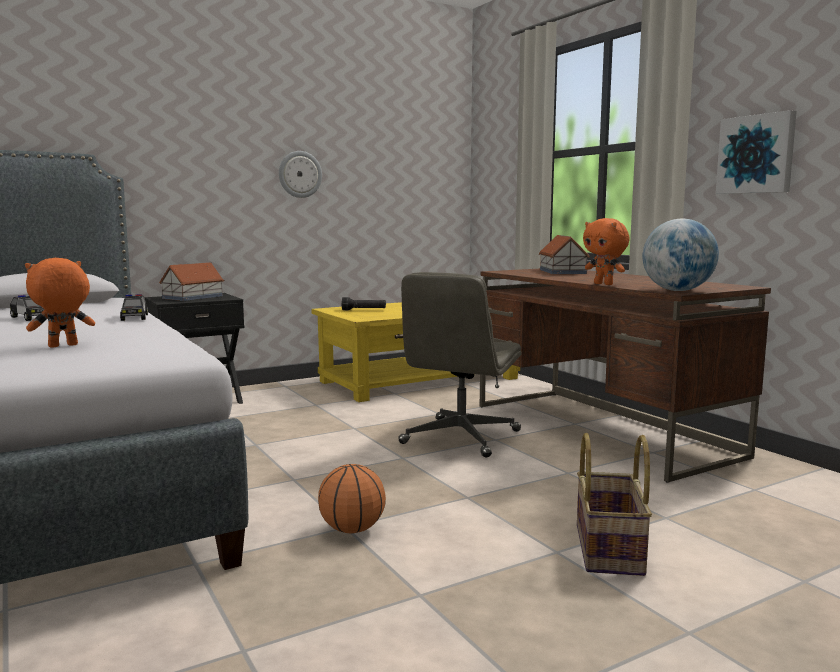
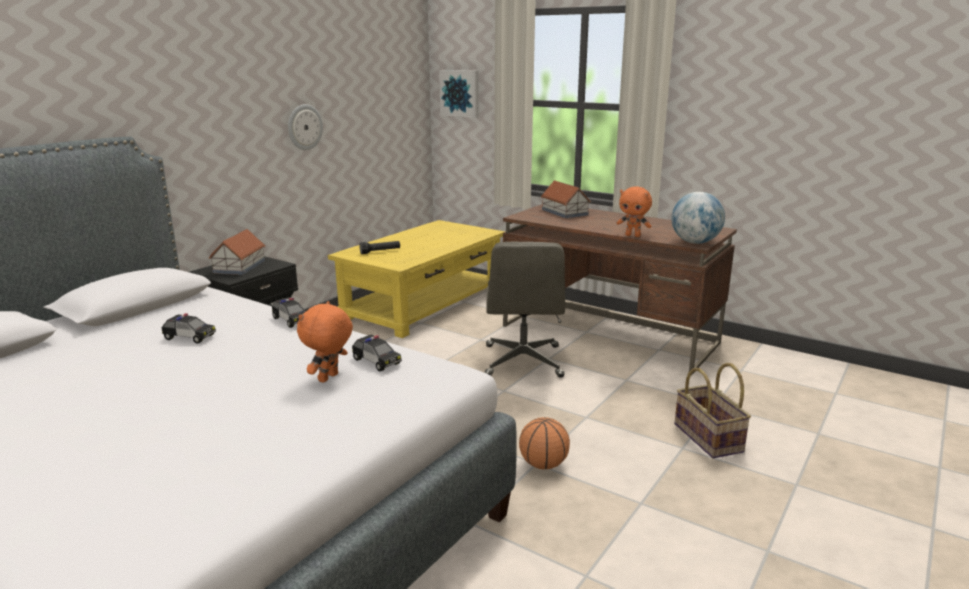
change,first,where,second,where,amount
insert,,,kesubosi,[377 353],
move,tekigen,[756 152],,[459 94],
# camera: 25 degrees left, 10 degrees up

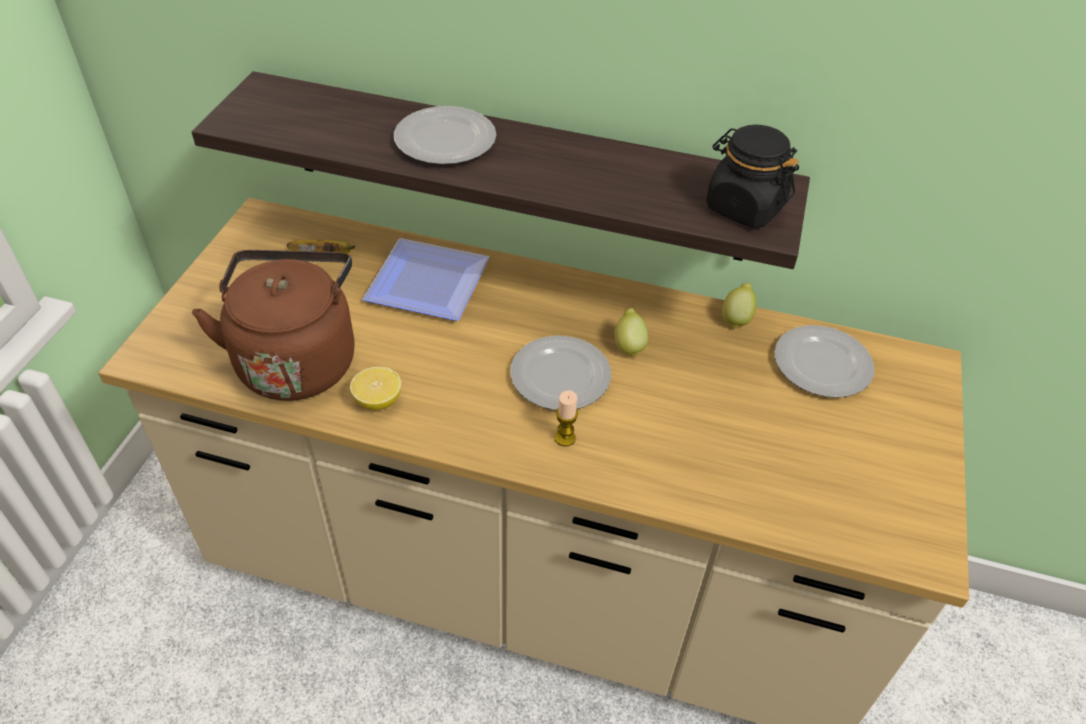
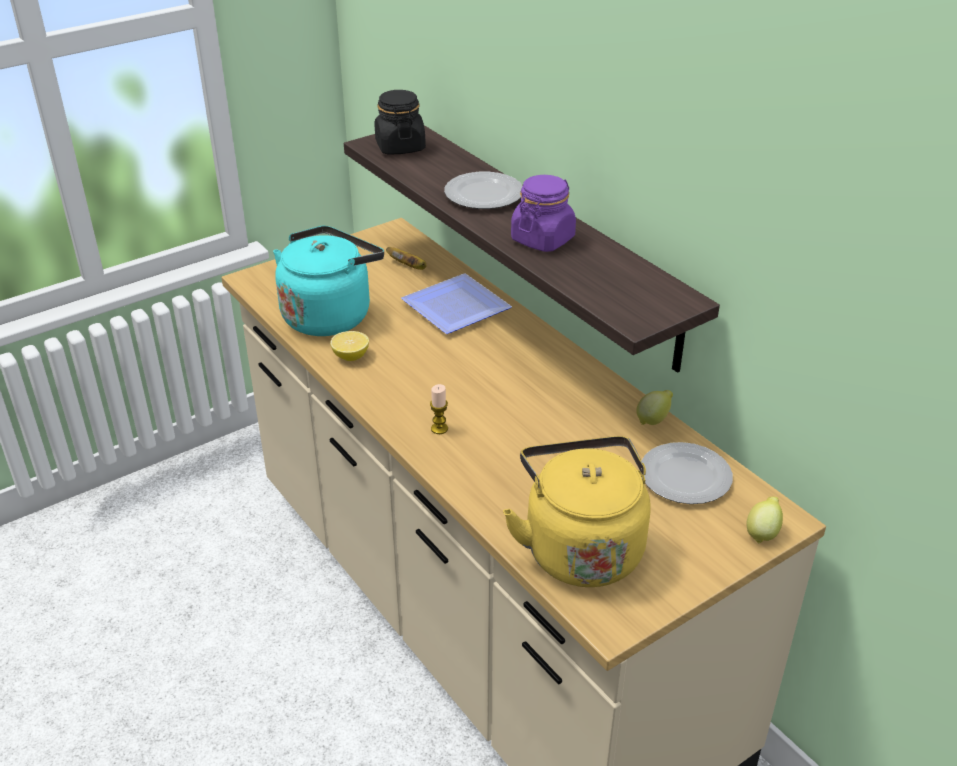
change,first,where,second,where,amount
recolor,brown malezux,[273 325],turquoise malezux,[328 281],
move,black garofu,[752 176],,[400 122],
insert,,,yellow malezux,[577 511],
insert,,,purple garofu,[543 213],
move,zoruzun,[631 333],,[764 520],
delete,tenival,[560 372],,,
# camera: 40 degrees right, 10 degrees down

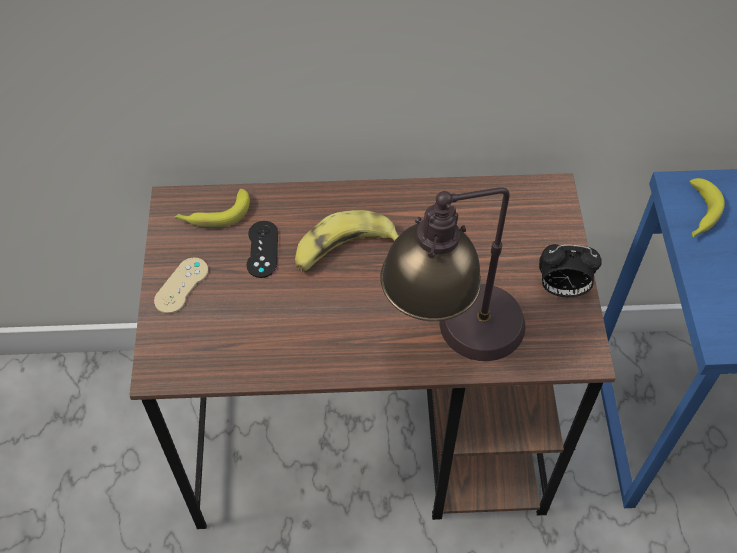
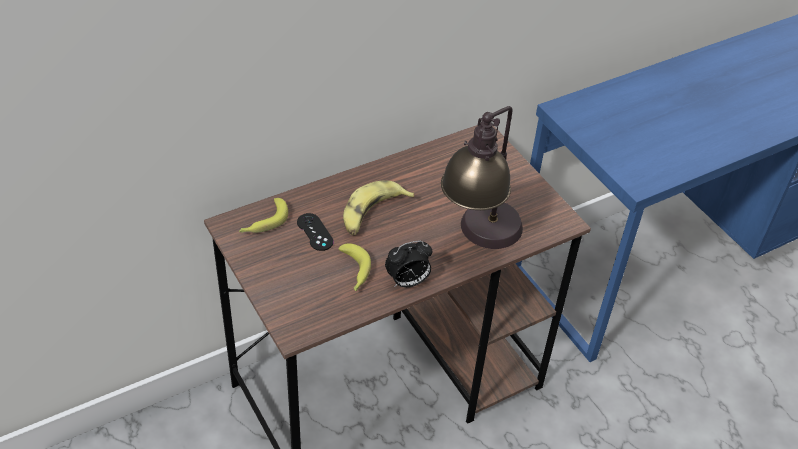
change,first,where,second,where,amount
move,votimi,[707 207],,[354 267],
move,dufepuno,[570 270],,[408 264],
delete,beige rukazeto,[181 286],,,
# camera: 30 degrees left, 10 degrees down

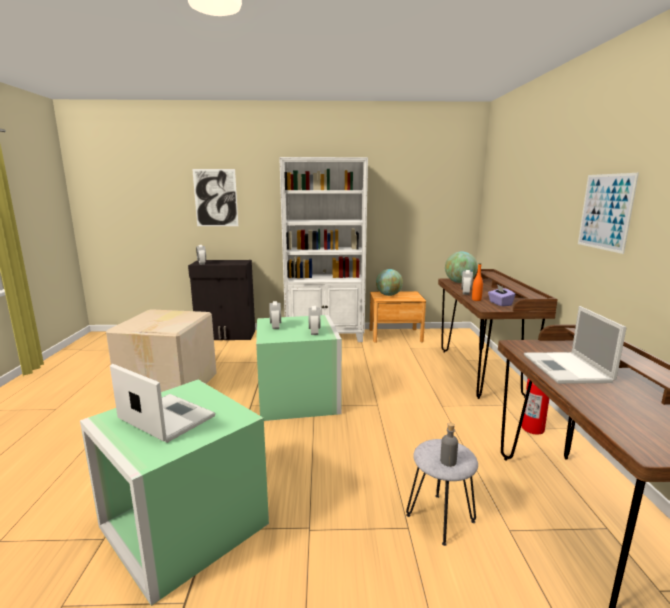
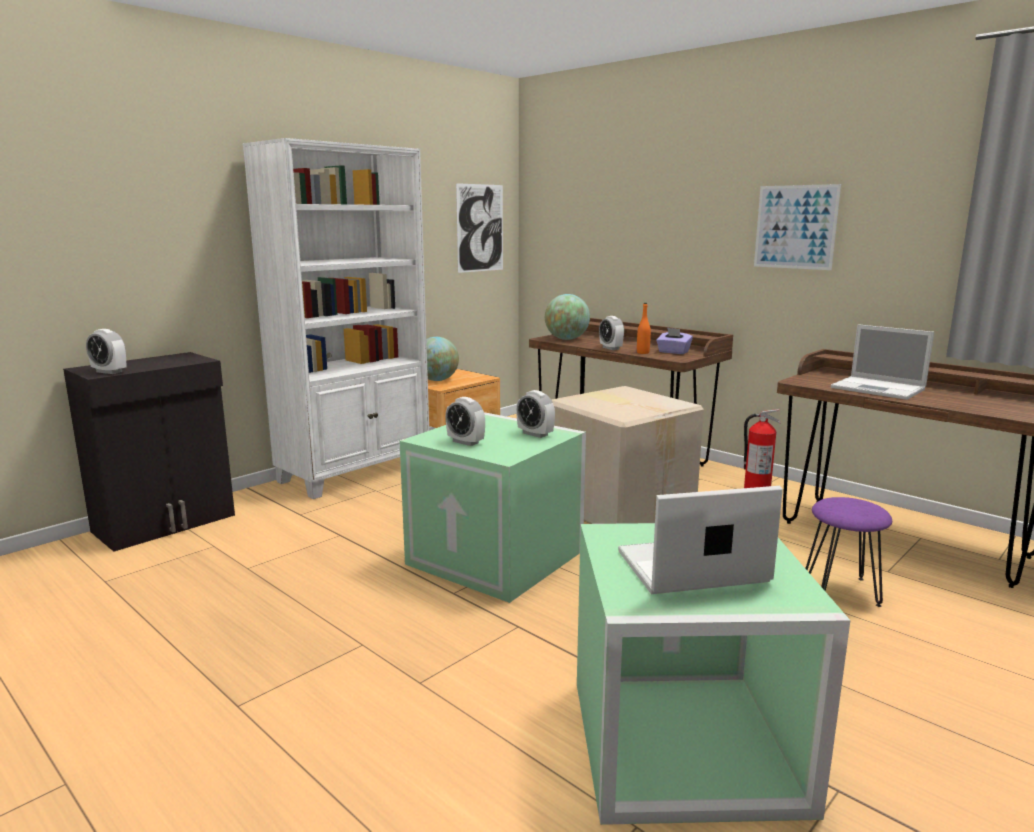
change,first,where,second,where,amount
move,tekigen,[215 197],,[479 228],
move,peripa,[161 350],,[628 455],
recolor,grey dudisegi,[442 492],purple dudisegi,[848 552],
delete,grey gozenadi,[449 445],,,
# camera: 45 degrees left, 0 degrees up

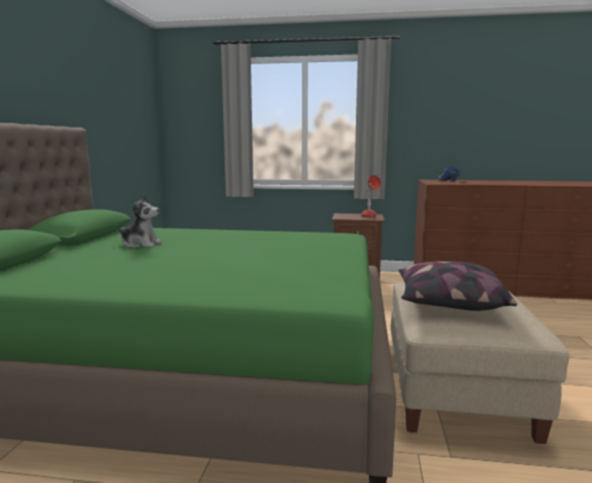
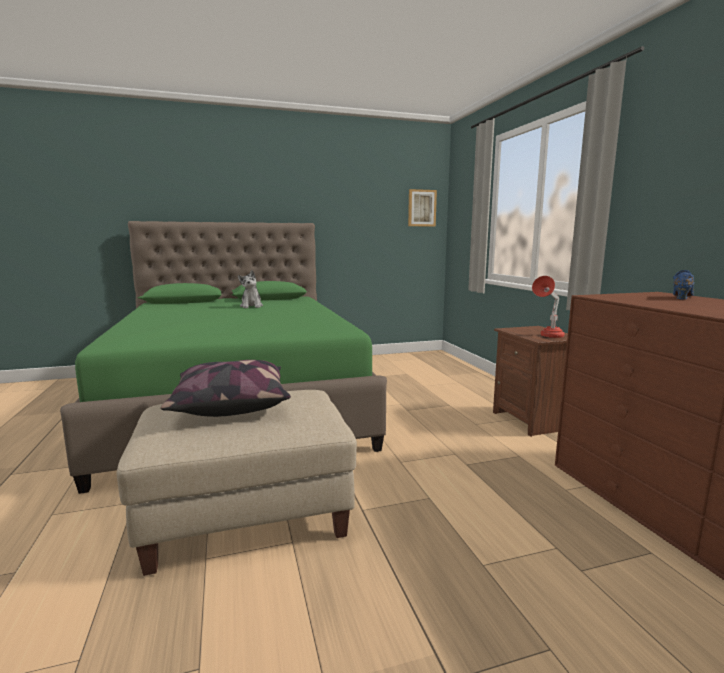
change,first,where,second,where,amount
insert,,,tekigen,[422 208],
# camera: 65 degrees right, 0 degrees up

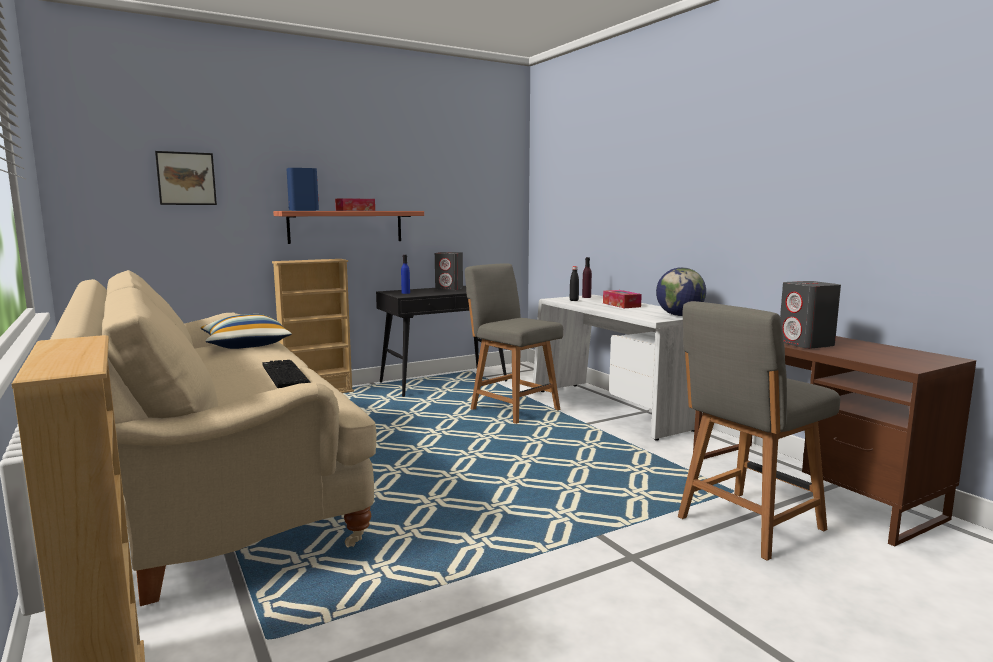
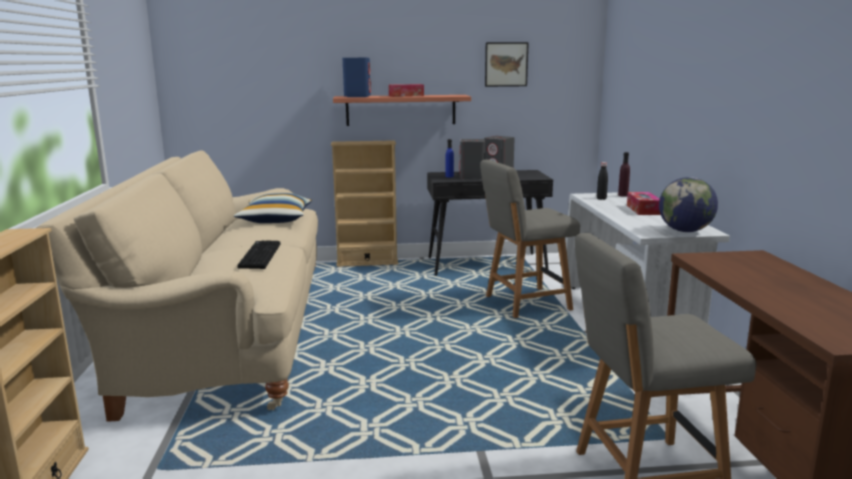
change,first,where,second,where,amount
move,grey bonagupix,[810 315],,[472 159],
rotate,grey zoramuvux,[514 343],,[530 239],90 degrees counterclockwise
move,tekigen,[186 178],,[507 64],
# camera: 25 degrees right, 5 degrees up

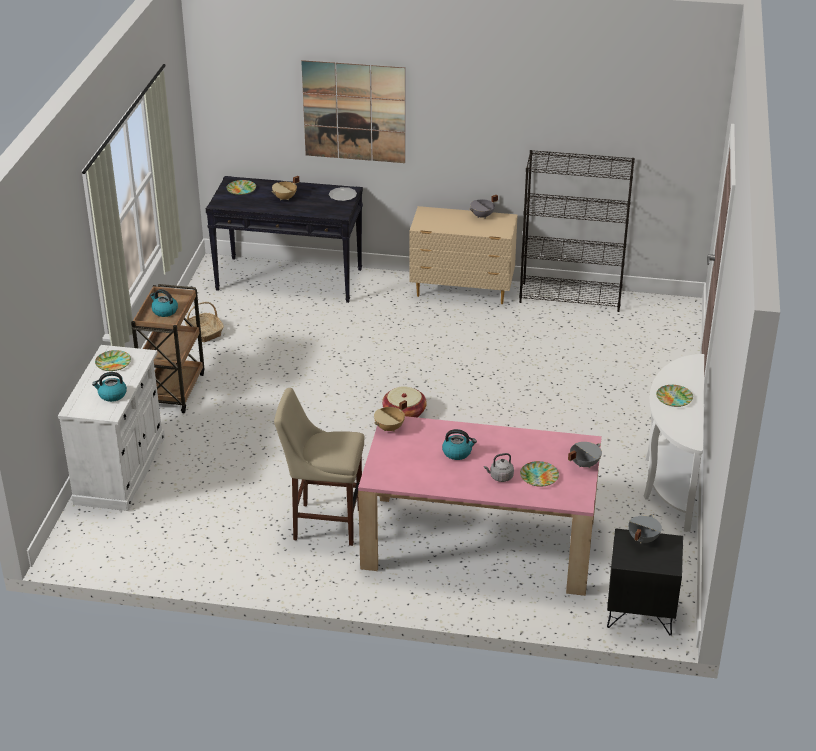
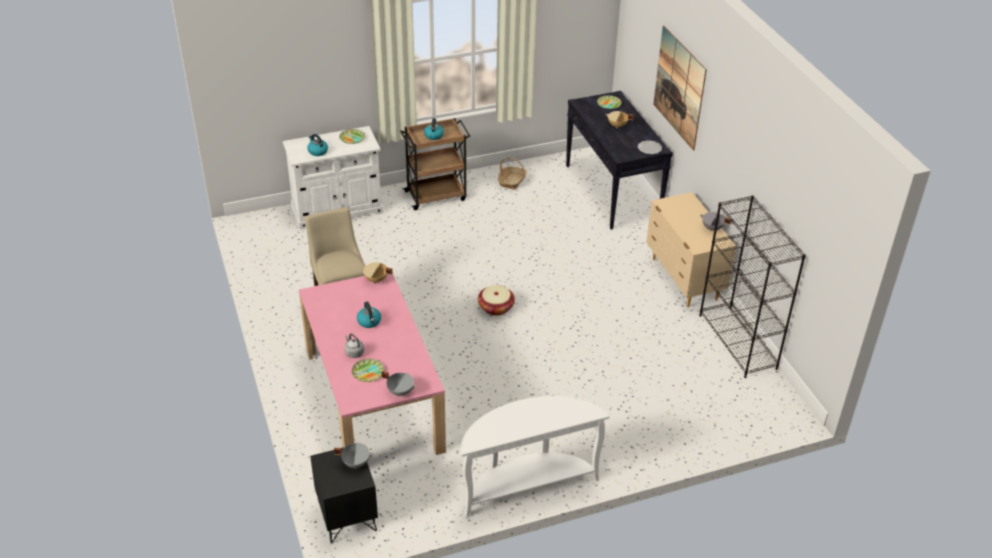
change,first,where,second,where,amount
delete,tenival,[674 396],,,
# camera: 60 degrees right, 5 degrees up

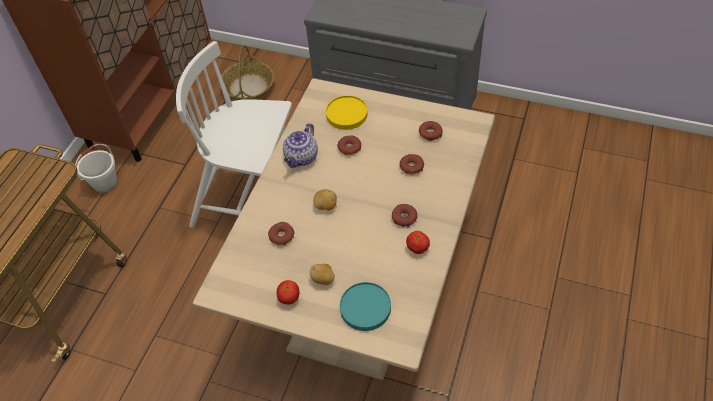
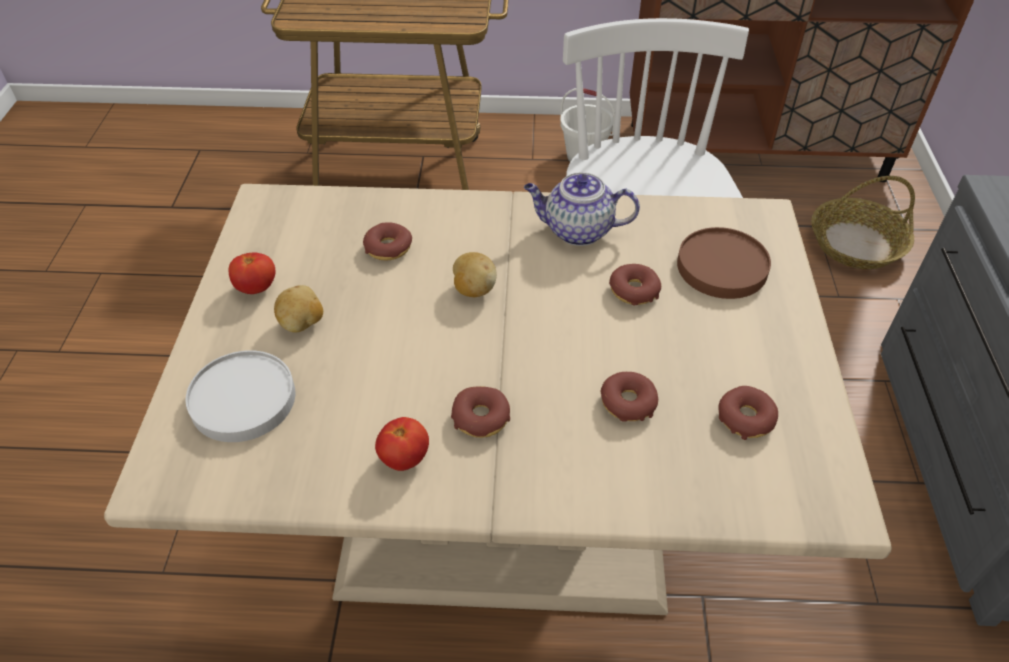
change,first,where,second,where,amount
recolor,turquoise tenival,[365 306],white tenival,[240 396],
recolor,yellow tenival,[347 112],brown tenival,[724 263],
# camera: 70 degrees right, 5 degrees down

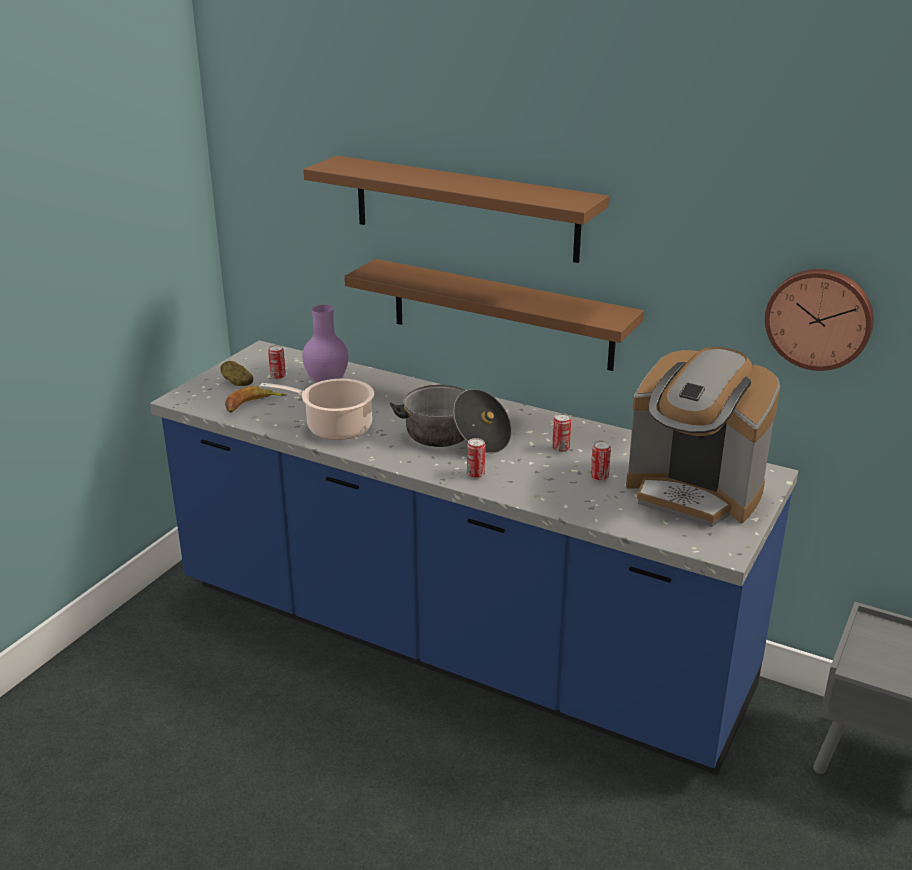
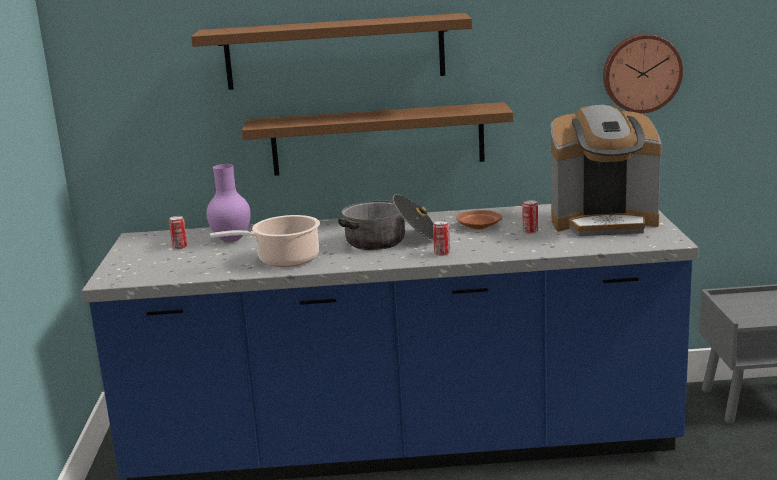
change,first,where,second,where,amount
replace,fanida,[561 432],brown tenival,[479 219],
delete,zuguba,[236 373],,,
delete,votimi,[256 399],,,
# camera: 30 degrees left, 10 degrees down

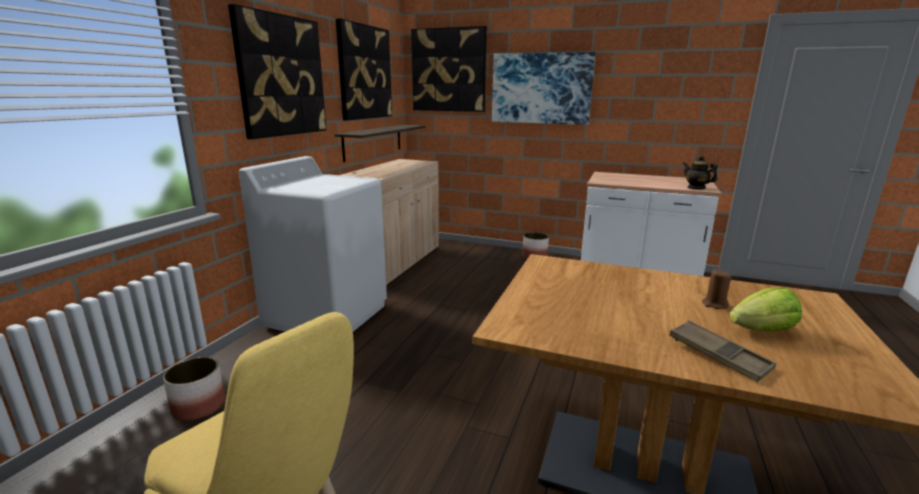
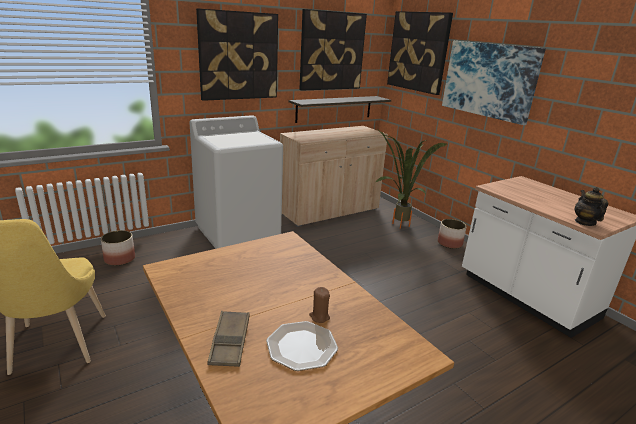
change,first,where,second,where,amount
replace,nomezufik,[765 310],tenival,[302 346],
insert,,,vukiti,[411 179],
# camera: 35 degrees right, 5 degrees up

